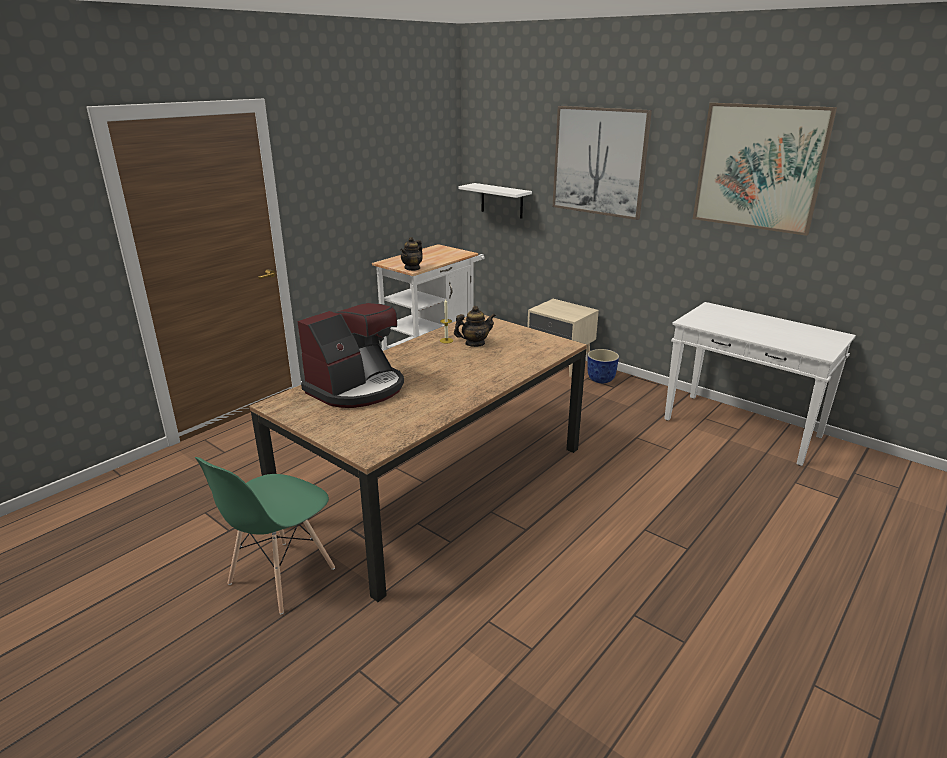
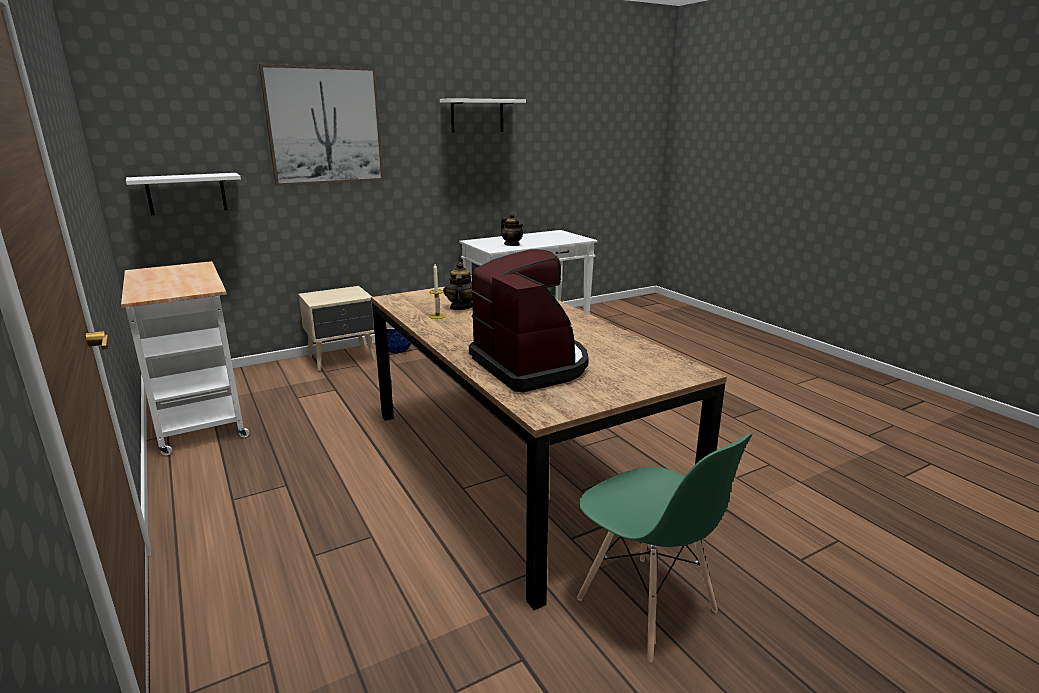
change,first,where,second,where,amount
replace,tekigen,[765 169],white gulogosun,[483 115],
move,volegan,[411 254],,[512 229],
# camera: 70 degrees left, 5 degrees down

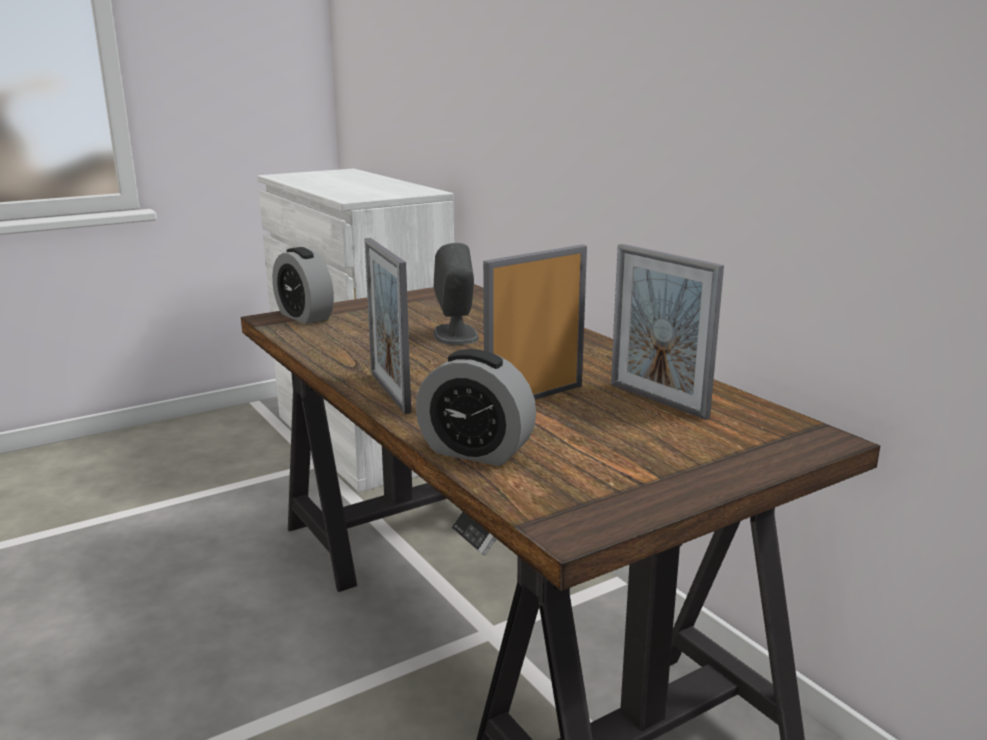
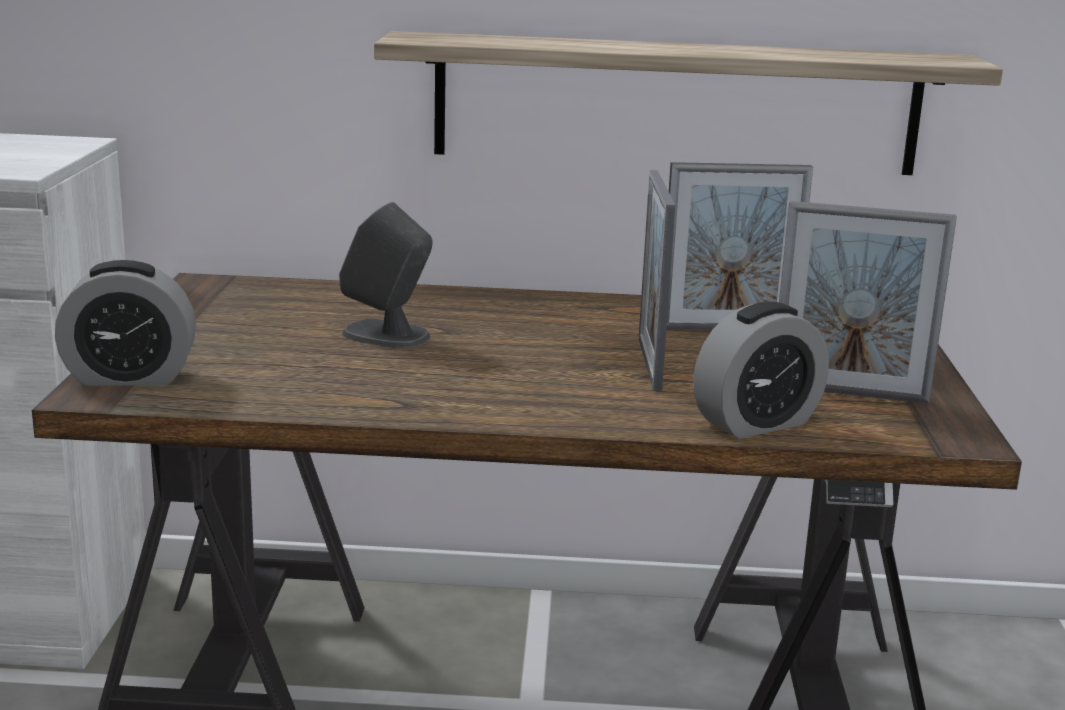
change,first,where,second,where,amount
insert,,,gulogosun,[688 103],
move,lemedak,[387 326],,[868 302],
# camera: 55 degrees left, 0 degrees up

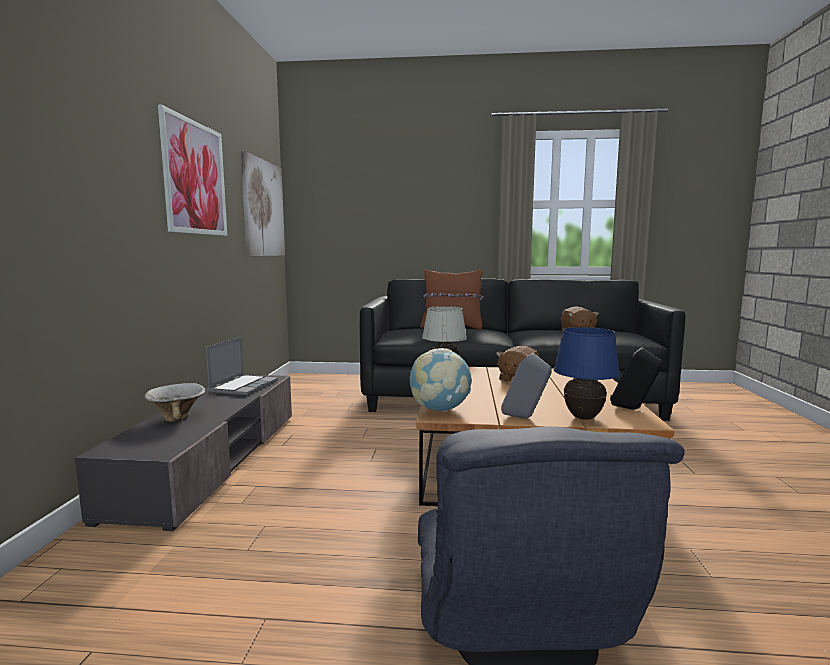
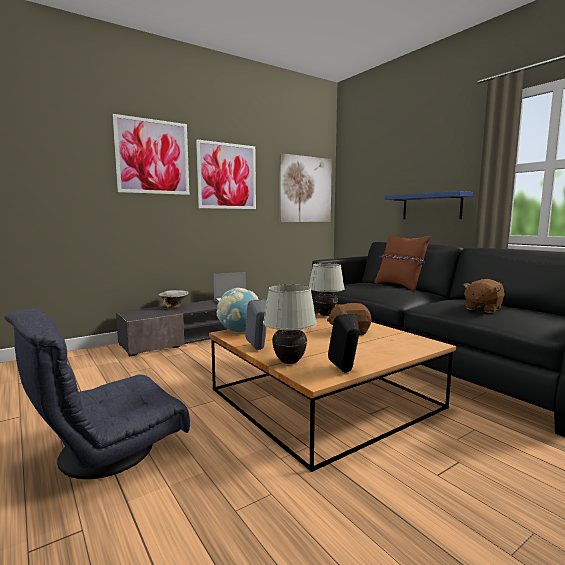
change,first,where,second,where,amount
insert,,,tekigen,[151 154],
recolor,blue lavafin,[587 373],white lavafin,[290 324],
insert,,,blue gulogosun,[429 205],
# camera: 50 degrees right, 0 degrees up

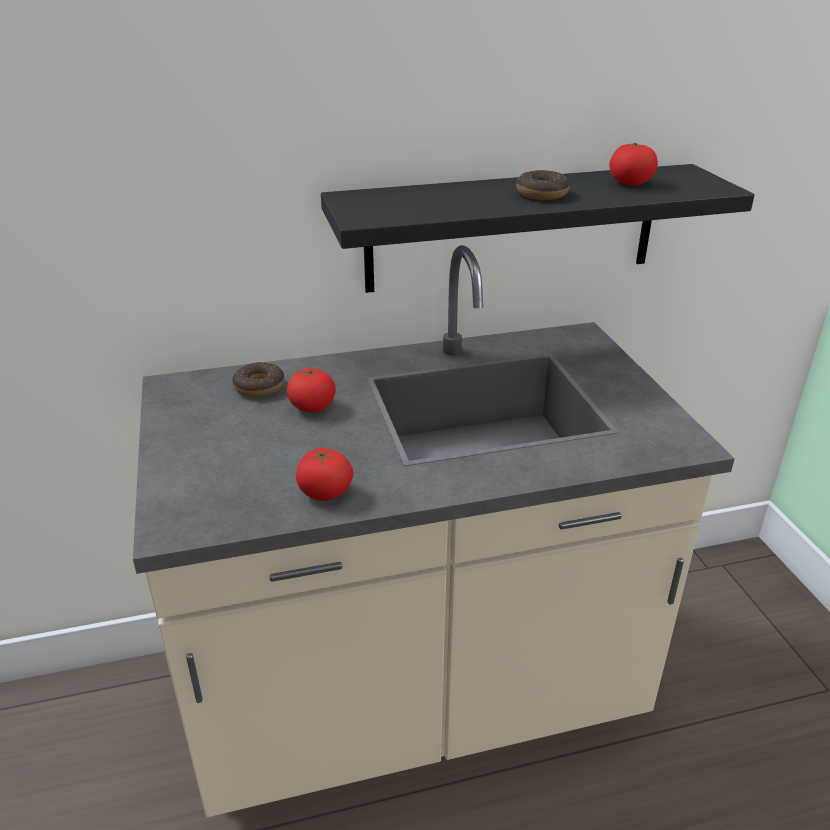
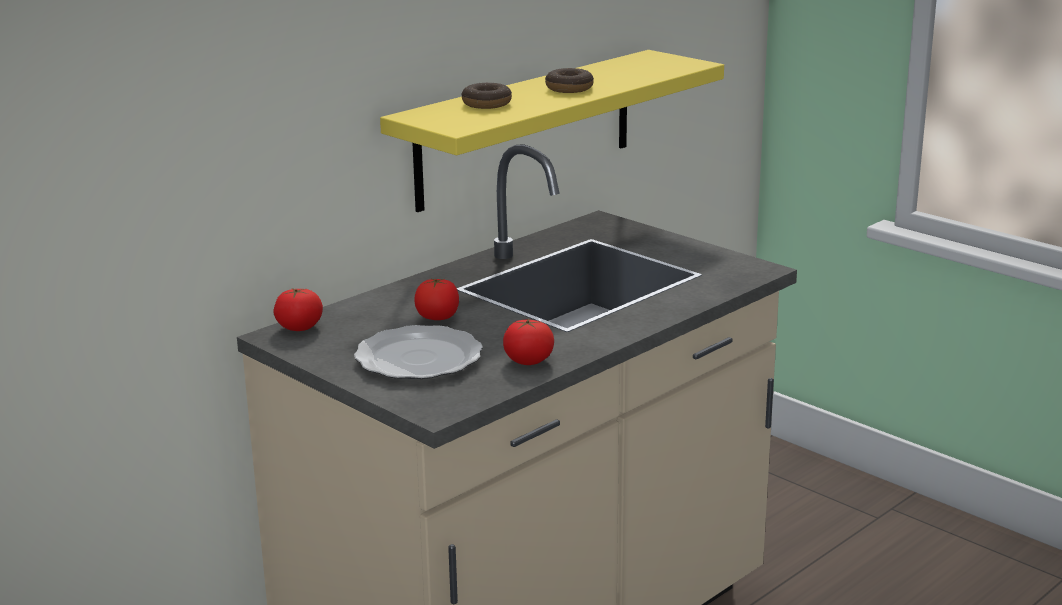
change,first,where,second,where,amount
move,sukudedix,[633 164],,[298 309],
insert,,,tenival,[418 352],
recolor,black gulogosun,[538 228],yellow gulogosun,[552 131],
move,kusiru,[258 379],,[487 96],
# camera: 30 degrees left, 10 degrees down

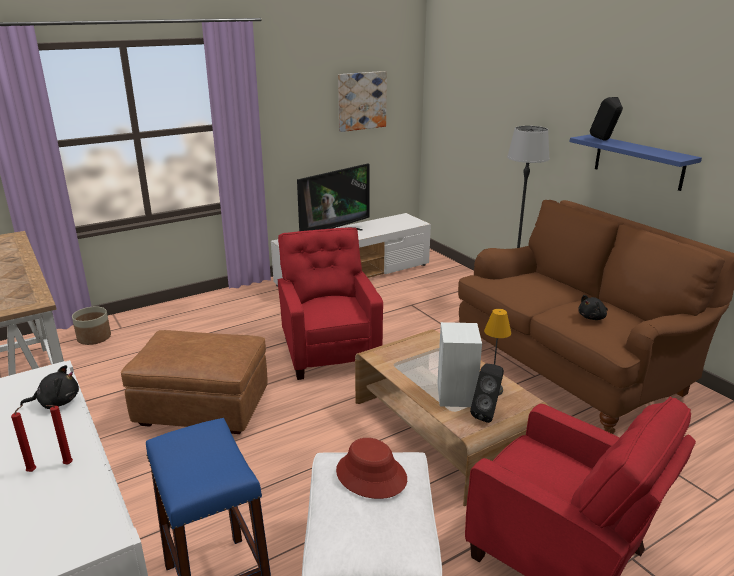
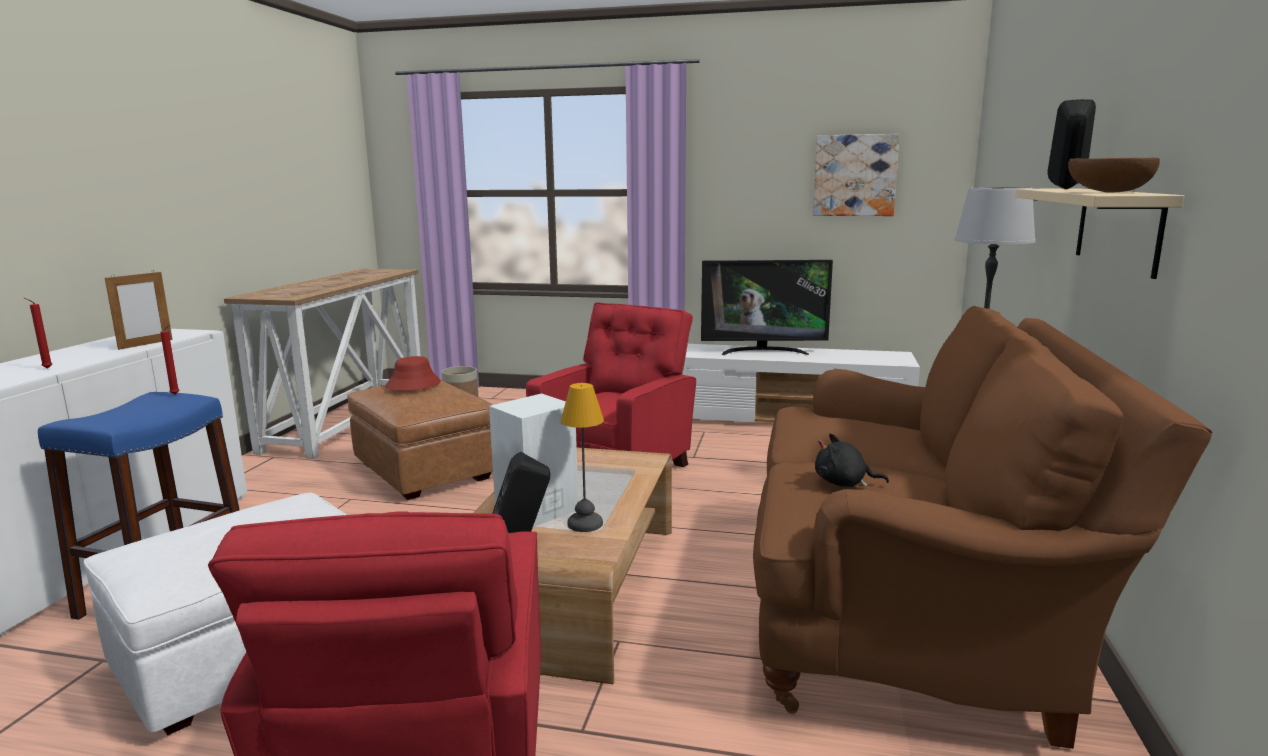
change,first,where,second,where,amount
replace,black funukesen,[49 387],lemedak,[138 311],
move,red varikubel,[23 438],,[170 359],
move,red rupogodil,[371 468],,[413 373],
recolor,blue gulogosun,[636 162],beige gulogosun,[1099 233],
insert,,,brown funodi,[1114 175],
# camera: 45 degrees right, 10 degrees down

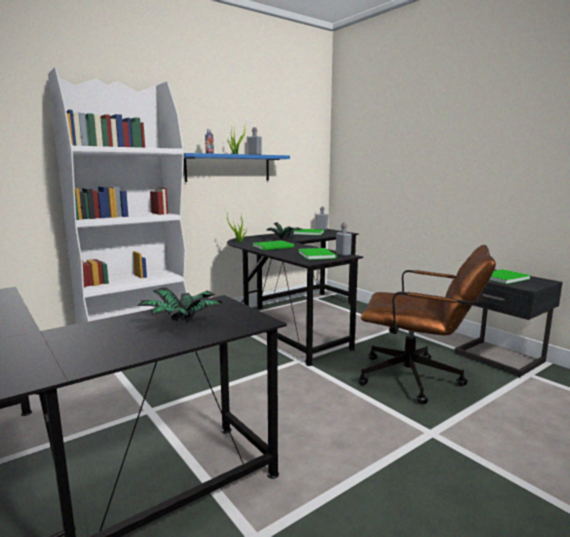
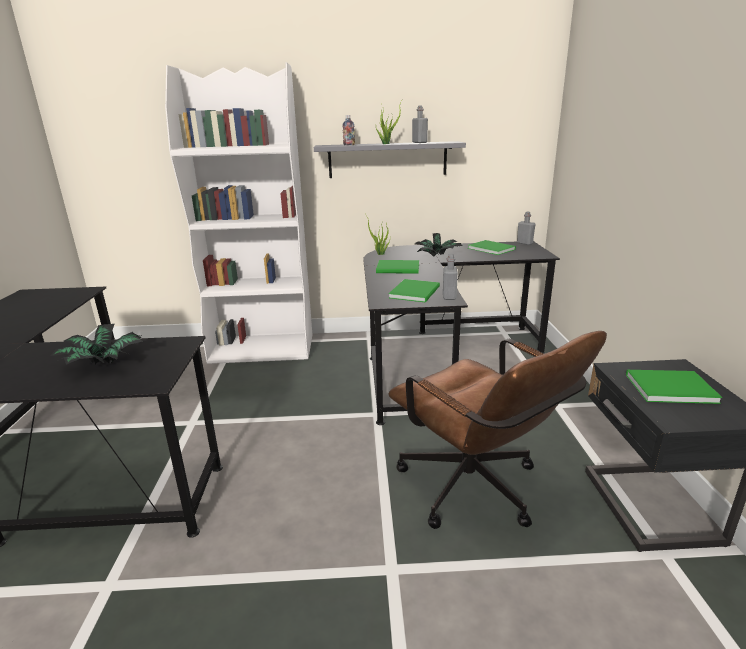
change,first,where,second,where,amount
recolor,blue gulogosun,[237 167],grey gulogosun,[390 159],
# camera: 35 degrees right, 10 degrees up

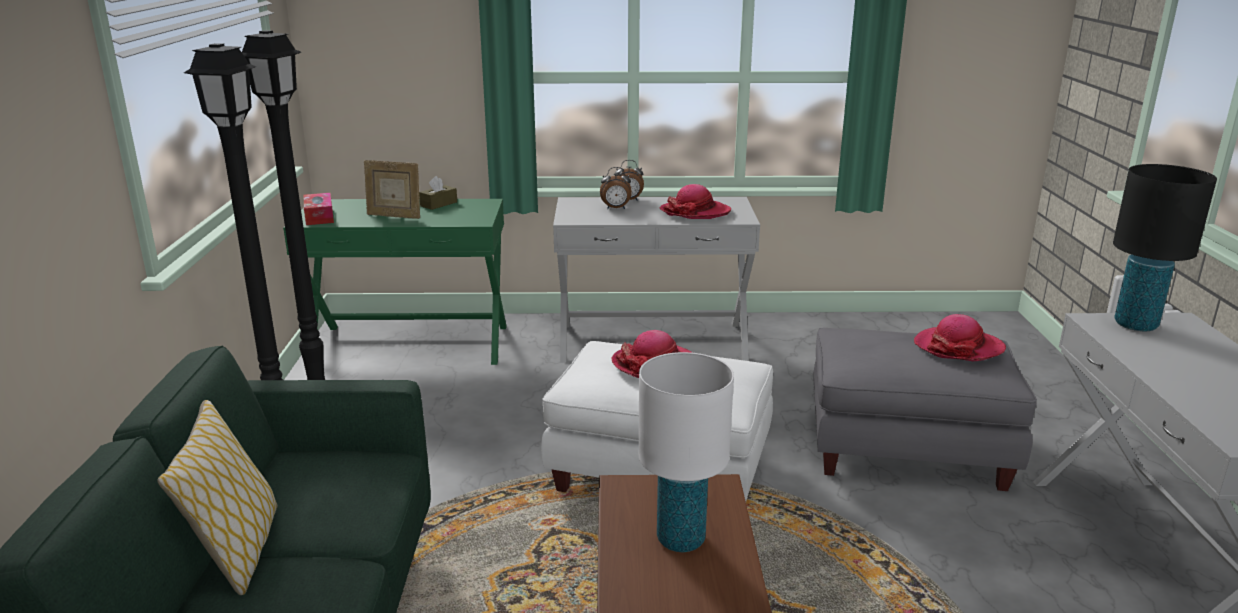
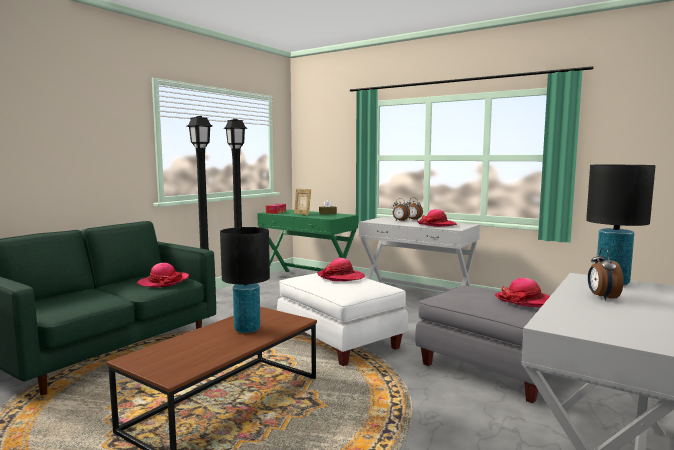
change,first,where,second,where,amount
insert,,,rupogodil,[163 275],
recolor,white lavafin,[686 452],black lavafin,[245 280],
insert,,,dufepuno,[606 274],
delete,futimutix,[217 497],,,
# camera: 35 degrees right, 15 degrees down

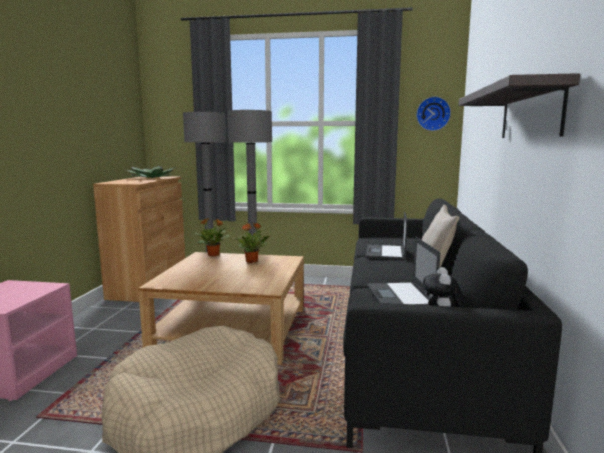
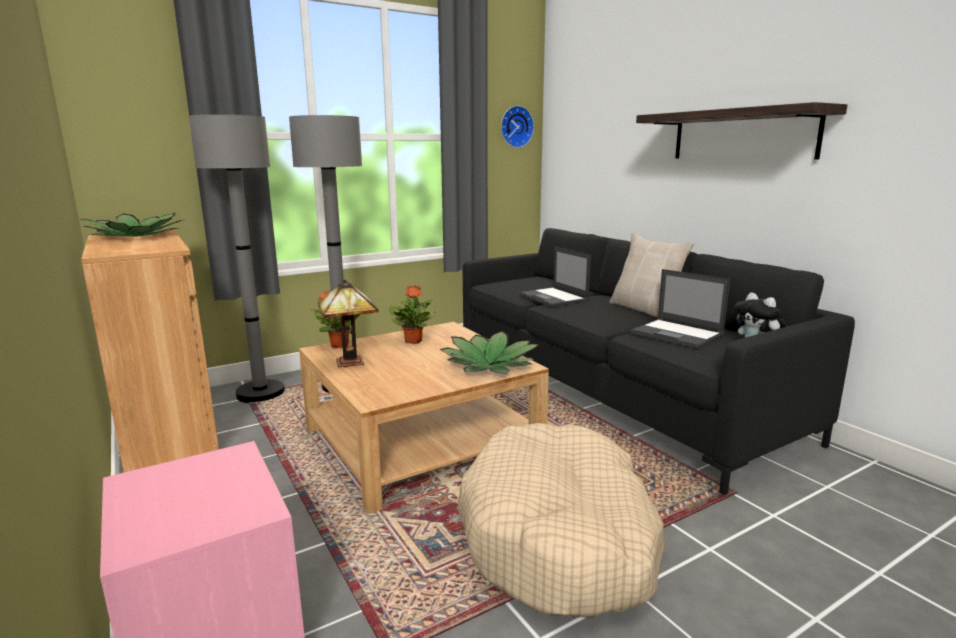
change,first,where,second,where,amount
insert,,,lavafin,[348 323],
insert,,,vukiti,[490 352],
# camera: 40 degrees left, 5 degrees up

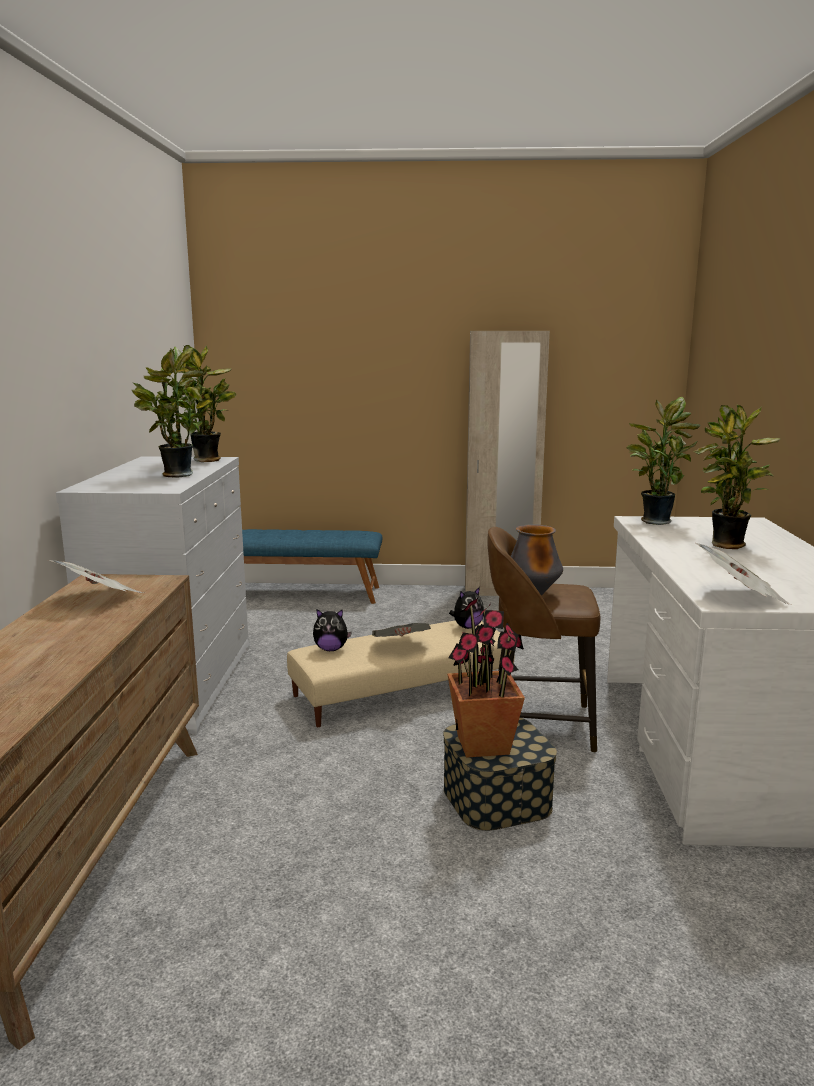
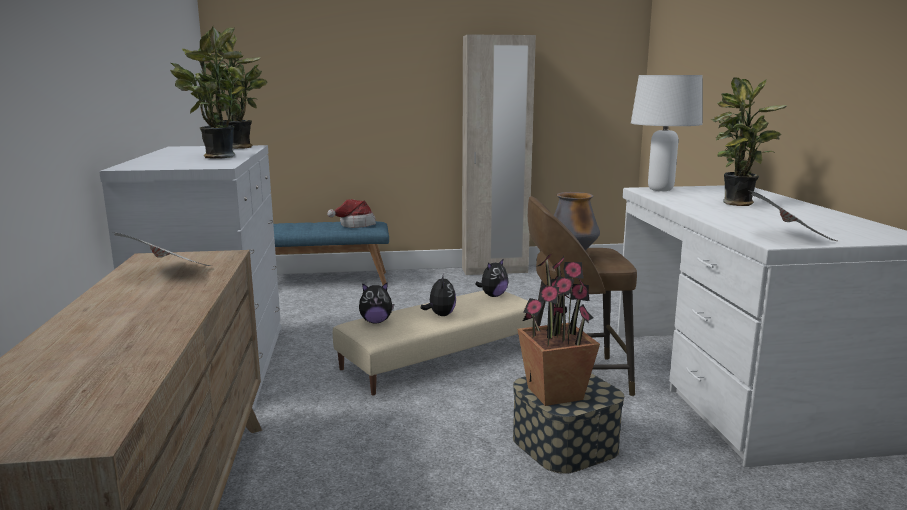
change,first,where,second,where,amount
insert,,,rupogodil,[351 213],
replace,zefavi,[401 630],funukesen,[438 294],
replace,vukiti,[663 461],white lavafin,[667 133],
# camera: 10 degrees left, 0 degrees up

